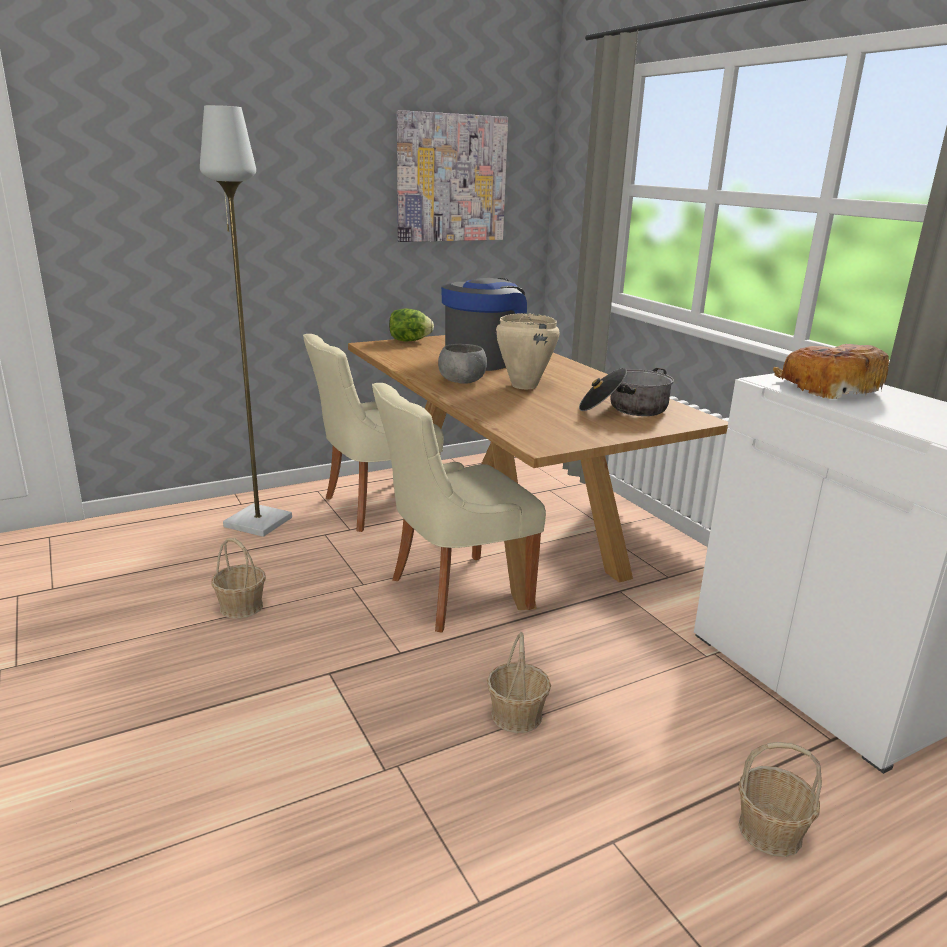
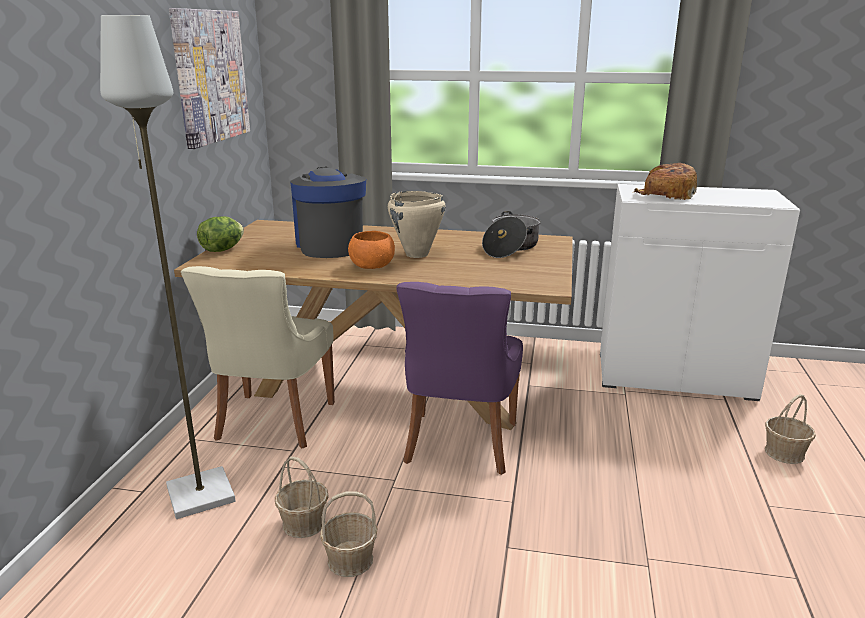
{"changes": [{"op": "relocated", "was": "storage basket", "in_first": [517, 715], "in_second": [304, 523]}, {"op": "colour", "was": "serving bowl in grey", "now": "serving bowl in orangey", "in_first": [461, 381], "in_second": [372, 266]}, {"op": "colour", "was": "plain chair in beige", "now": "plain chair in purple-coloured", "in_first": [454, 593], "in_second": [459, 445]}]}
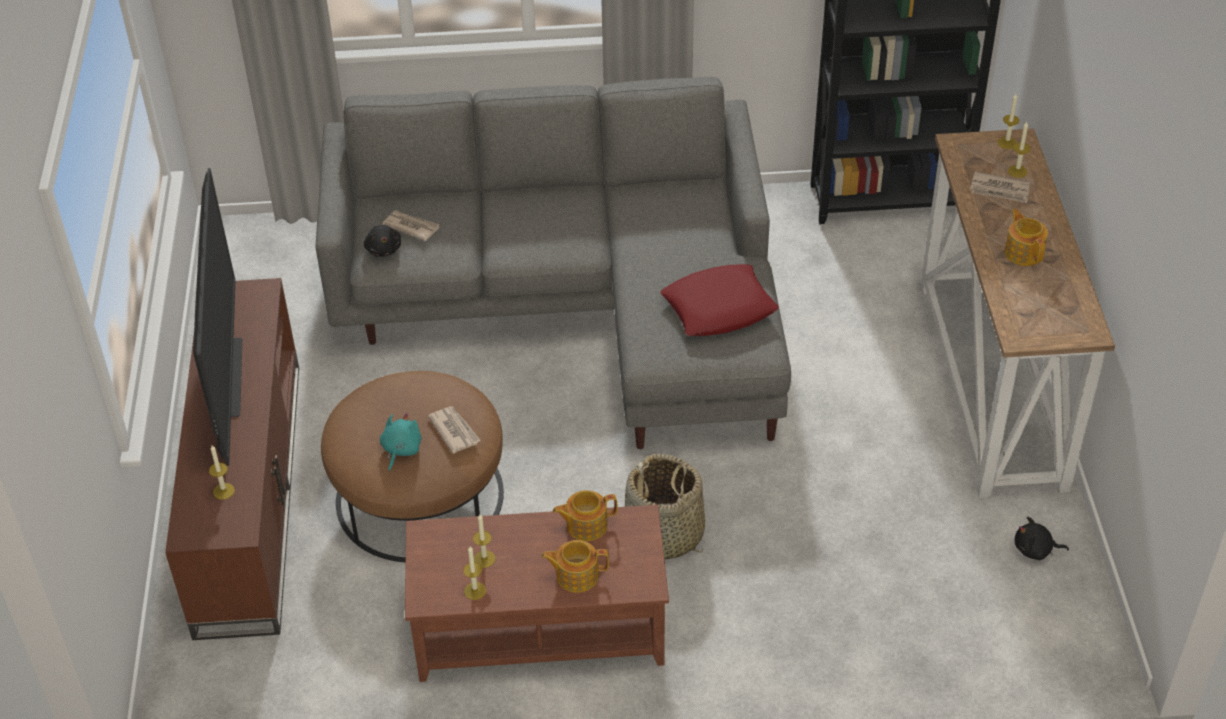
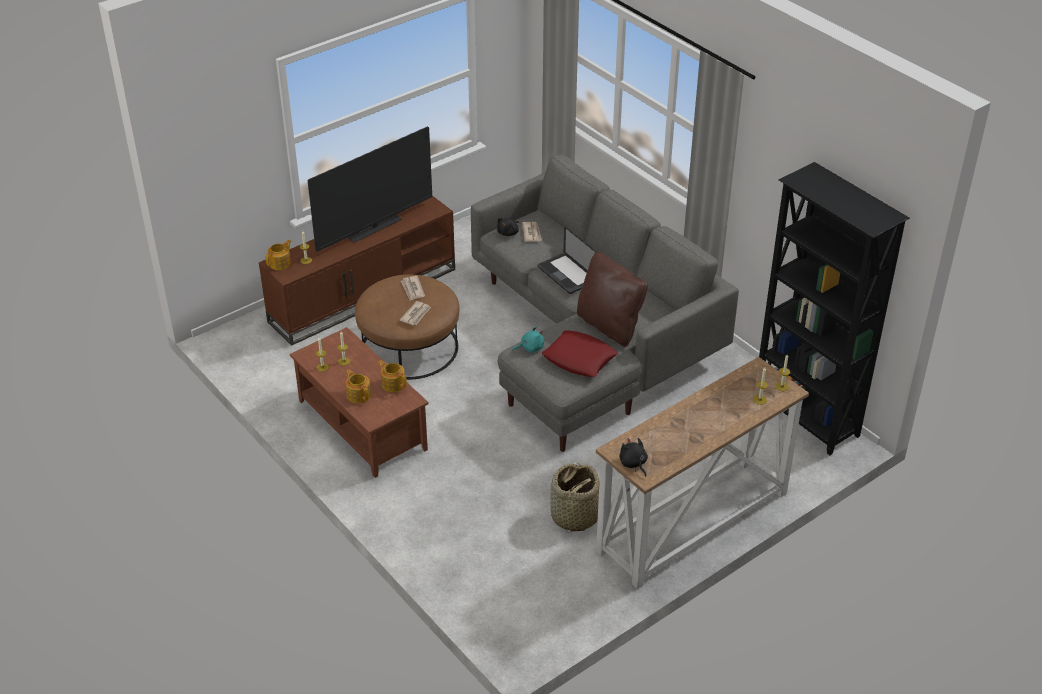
{"changes": [{"op": "relocated", "was": "tea pot", "in_first": [1024, 252], "in_second": [280, 263]}, {"op": "relocated", "was": "daily paper", "in_first": [1000, 190], "in_second": [412, 289]}, {"op": "relocated", "was": "cuddly toy in turquoise", "in_first": [401, 450], "in_second": [530, 348]}, {"op": "appeared", "now": "portable computer", "in_second": [567, 274]}, {"op": "relocated", "was": "storage basket", "in_first": [665, 534], "in_second": [574, 516]}, {"op": "appeared", "now": "pillow in brown-coloured", "in_second": [609, 326]}, {"op": "relocated", "was": "cuddly toy in blackish", "in_first": [1035, 550], "in_second": [633, 464]}]}
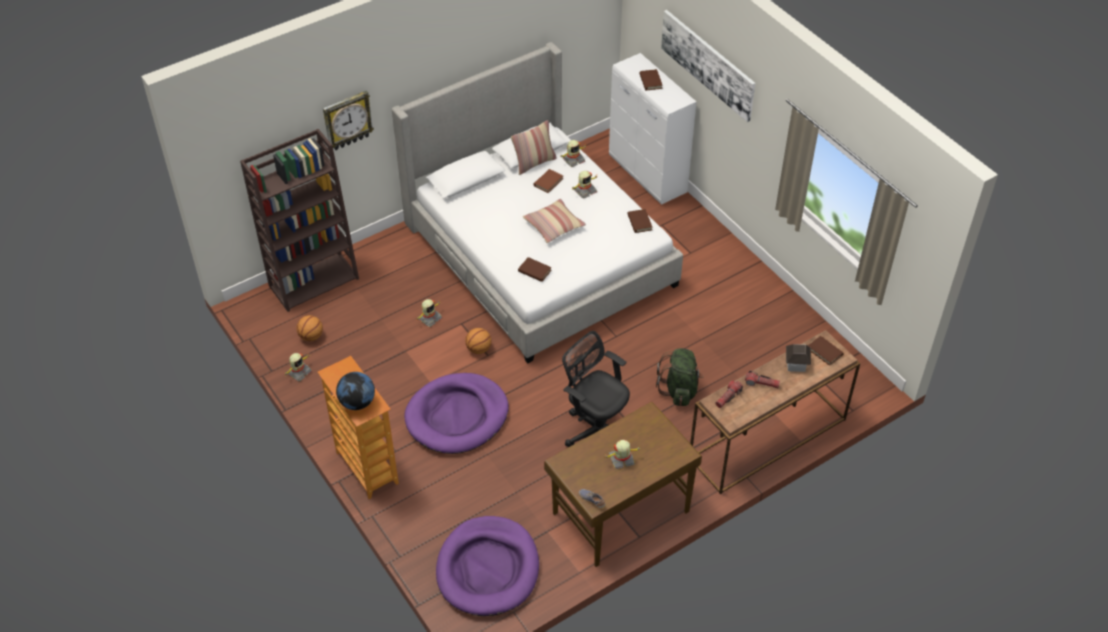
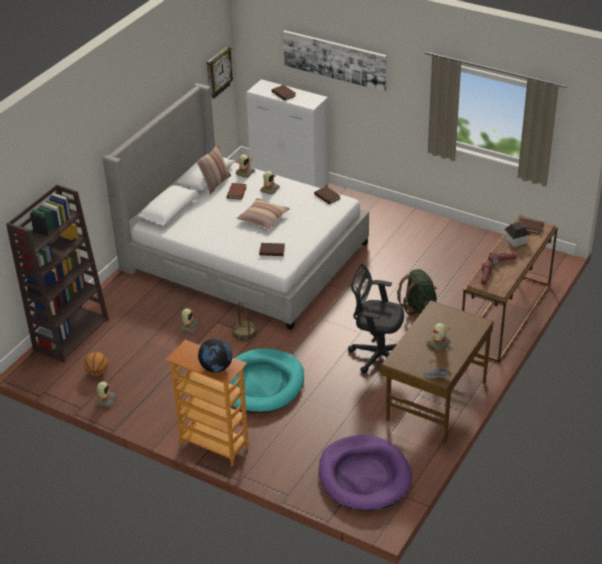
{"changes": [{"op": "relocated", "was": "hanging clock", "in_first": [347, 120], "in_second": [218, 72]}, {"op": "colour", "was": "dog cushion in purple-coloured", "now": "dog cushion in turquoise", "in_first": [457, 416], "in_second": [261, 384]}, {"op": "exchanged", "was": "basketball", "now": "storage basket", "in_first": [478, 349], "in_second": [244, 334]}]}
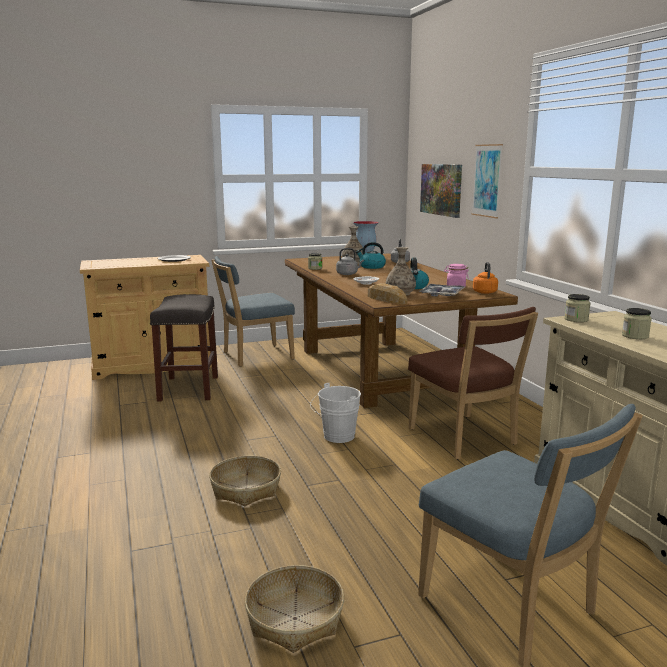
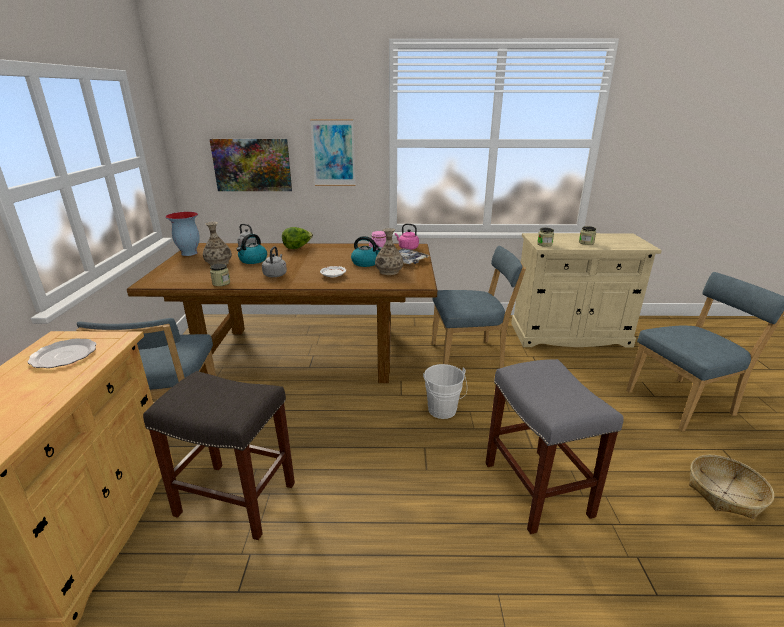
{"changes": [{"op": "appeared", "now": "head of lettuce", "in_second": [297, 247]}, {"op": "colour", "was": "kettle in orangey", "now": "kettle in pinkish", "in_first": [484, 292], "in_second": [407, 248]}, {"op": "colour", "was": "plain chair in brown-coloured", "now": "plain chair in blue", "in_first": [465, 439], "in_second": [470, 356]}, {"op": "exchanged", "was": "storage basket", "now": "sitting stool in grey", "in_first": [246, 489], "in_second": [535, 488]}, {"op": "missing", "was": "baked bread", "in_first": [386, 299]}]}
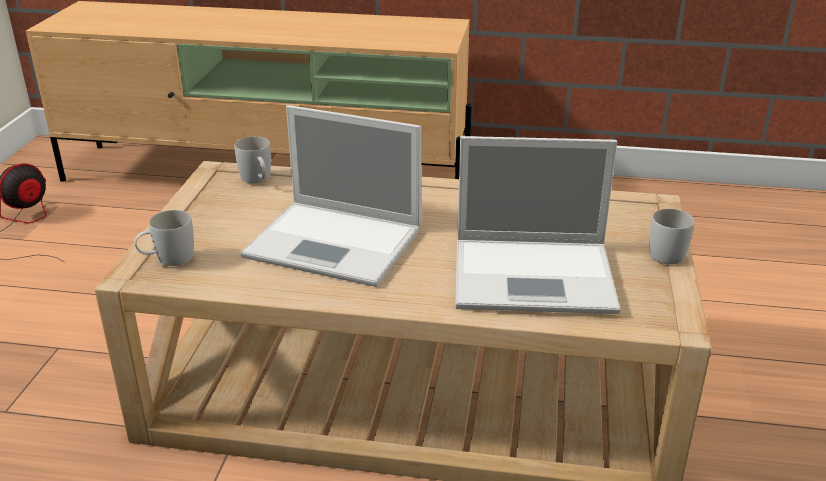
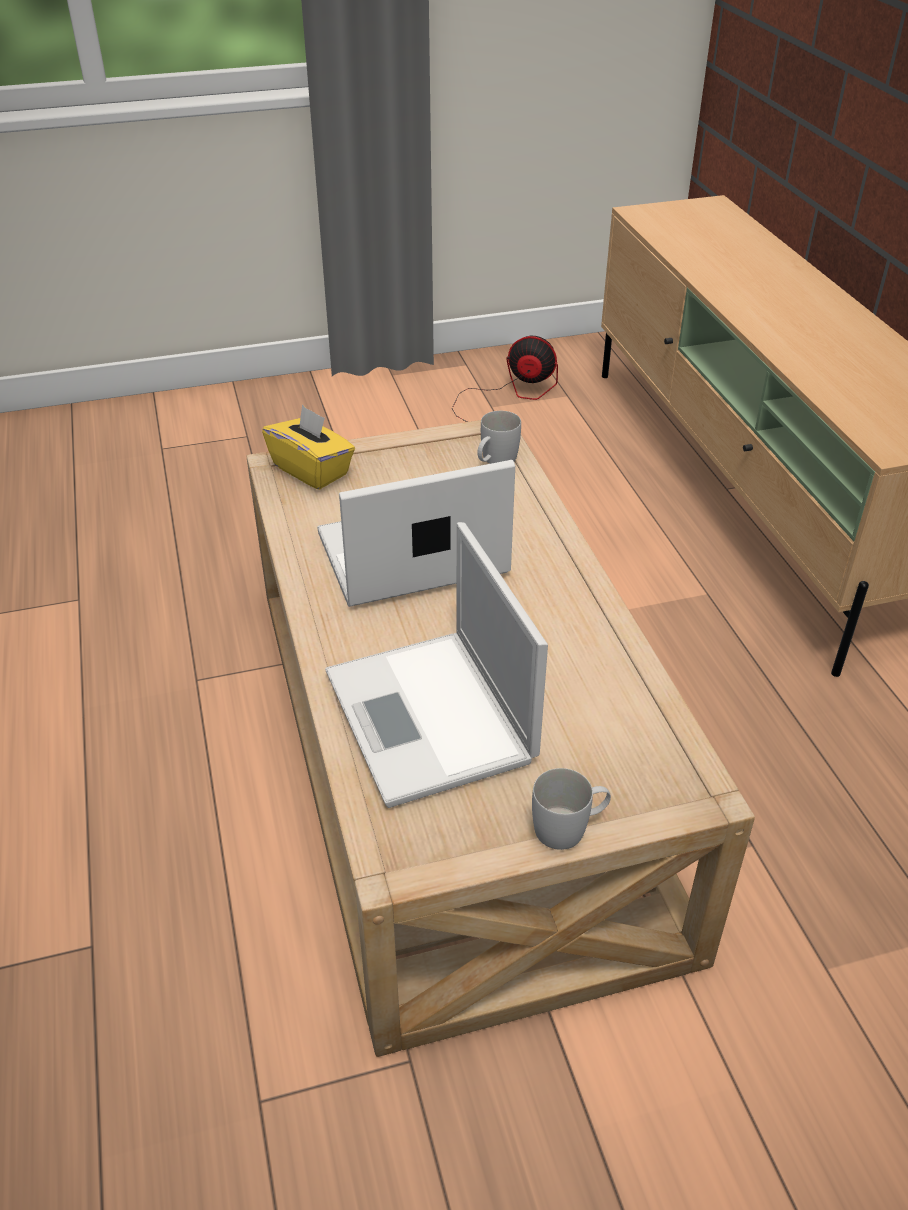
{"changes": [{"op": "exchanged", "was": "coffee mug in white-coloured", "now": "box of tissues in yellow", "in_first": [167, 259], "in_second": [312, 470]}, {"op": "spun", "was": "portable computer", "in_first": [337, 243], "in_second": [408, 555], "clockwise": 75}]}
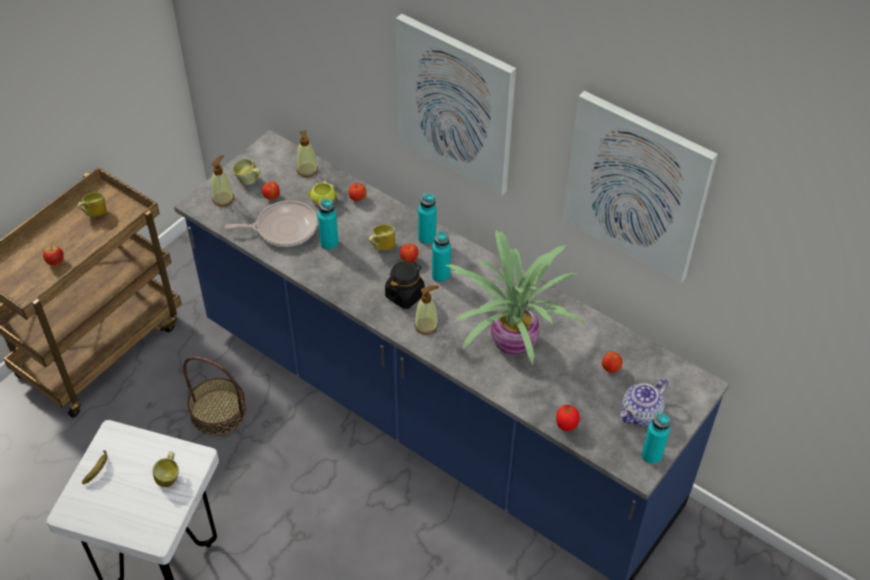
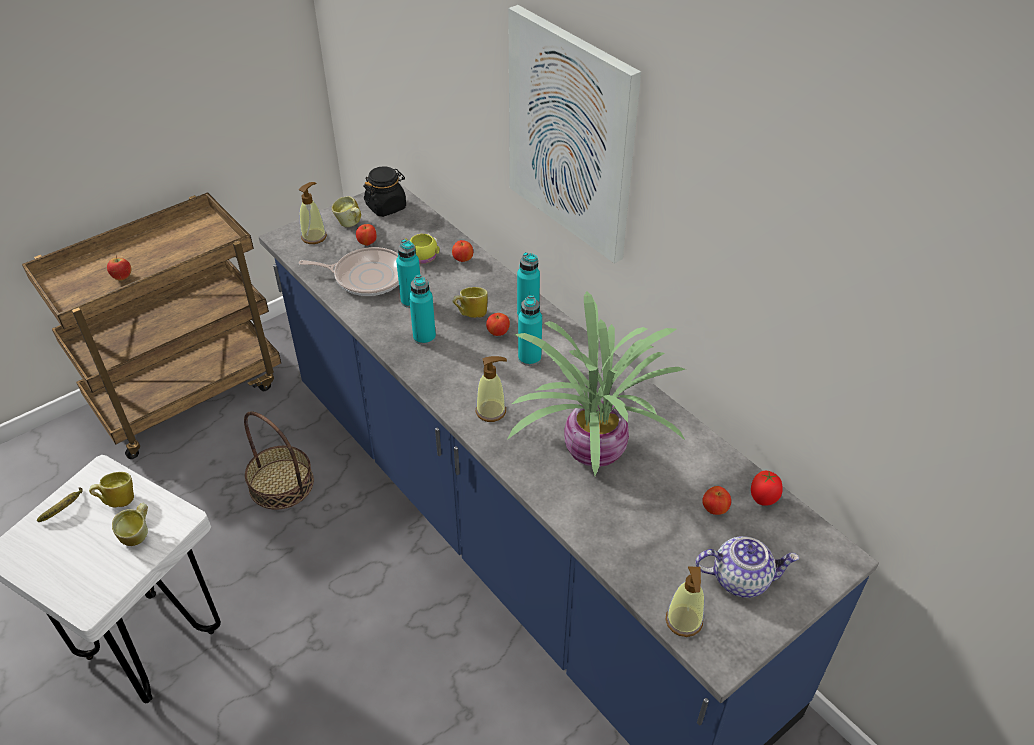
{"changes": [{"op": "relocated", "was": "coffee mug", "in_first": [94, 213], "in_second": [118, 500]}, {"op": "relocated", "was": "storage jar in blackish", "in_first": [405, 295], "in_second": [386, 207]}, {"op": "relocated", "was": "beverage bottle in turquoise", "in_first": [651, 455], "in_second": [424, 337]}, {"op": "relocated", "was": "liquid soap bottle", "in_first": [307, 170], "in_second": [684, 621]}, {"op": "spun", "was": "tea pot", "in_first": [641, 414], "in_second": [741, 578], "clockwise": -150}, {"op": "relocated", "was": "fresh tomato", "in_first": [566, 426], "in_second": [763, 499]}, {"op": "missing", "was": "wall picture", "in_first": [636, 186]}]}
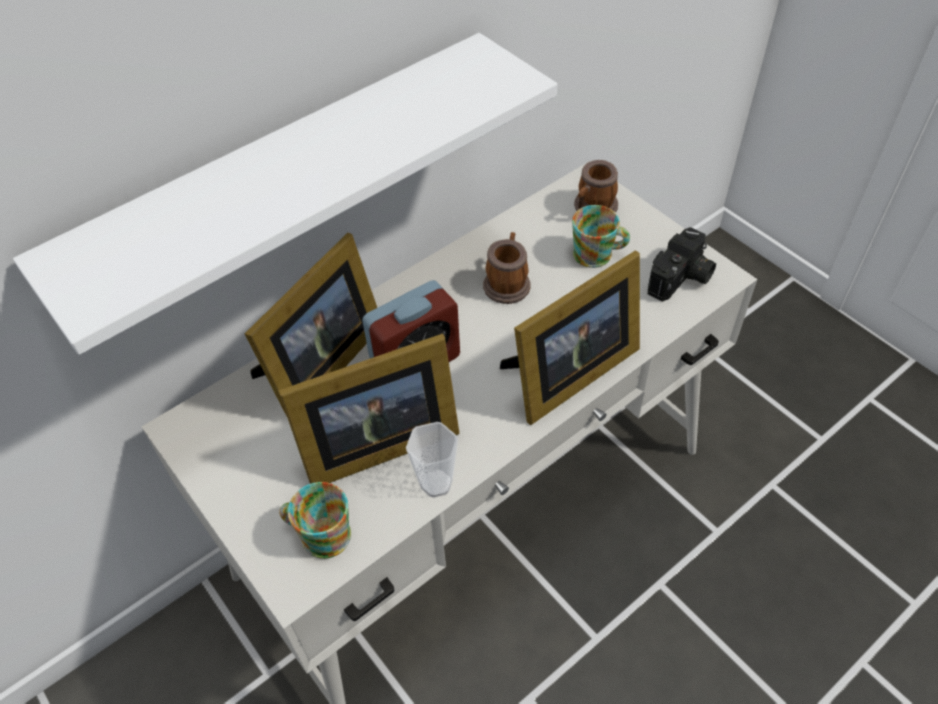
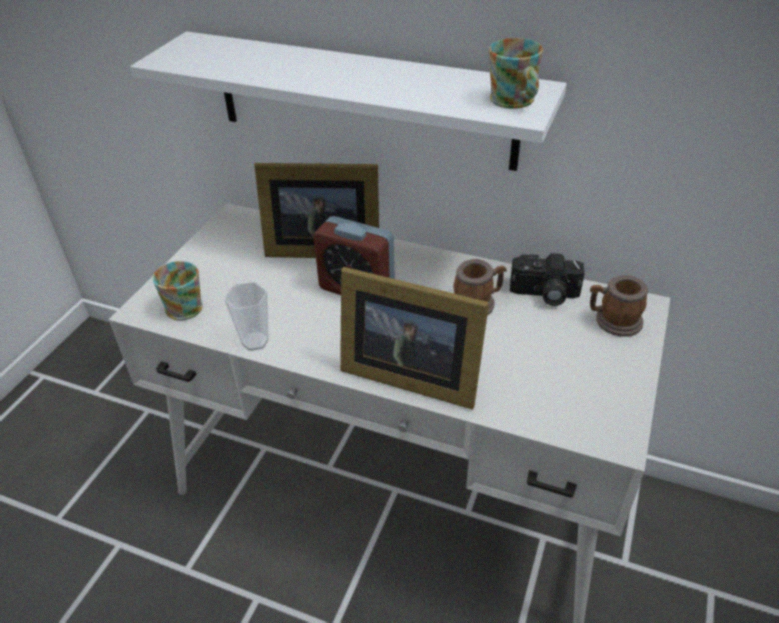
{"changes": [{"op": "relocated", "was": "coffee mug", "in_first": [598, 255], "in_second": [514, 102]}, {"op": "relocated", "was": "photo camera", "in_first": [681, 279], "in_second": [544, 294]}, {"op": "missing", "was": "photo frame", "in_first": [374, 445]}]}
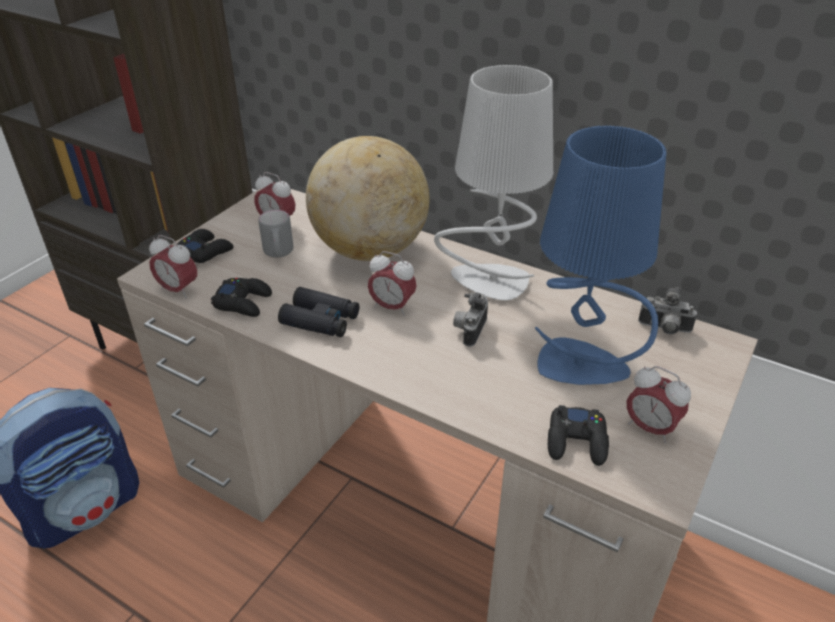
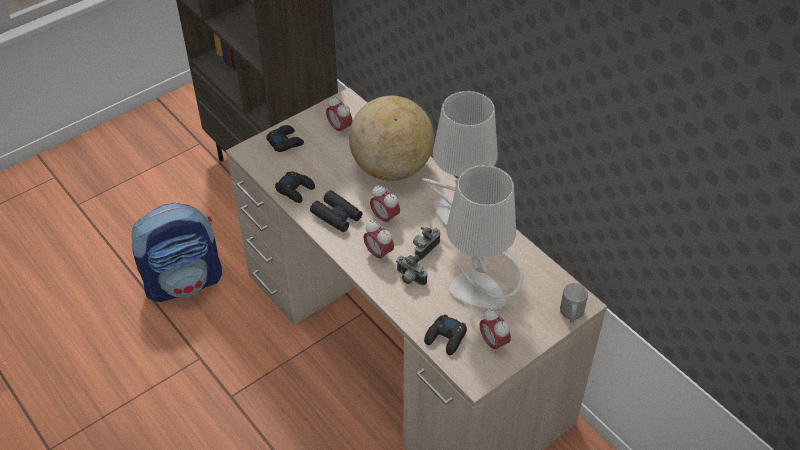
{"changes": [{"op": "relocated", "was": "bedside clock", "in_first": [178, 290], "in_second": [378, 254]}, {"op": "relocated", "was": "photo camera", "in_first": [664, 329], "in_second": [409, 278]}, {"op": "colour", "was": "table lamp in blue", "now": "table lamp in grey", "in_first": [581, 365], "in_second": [479, 292]}, {"op": "relocated", "was": "coffee mug in grey", "in_first": [278, 254], "in_second": [571, 315]}]}
